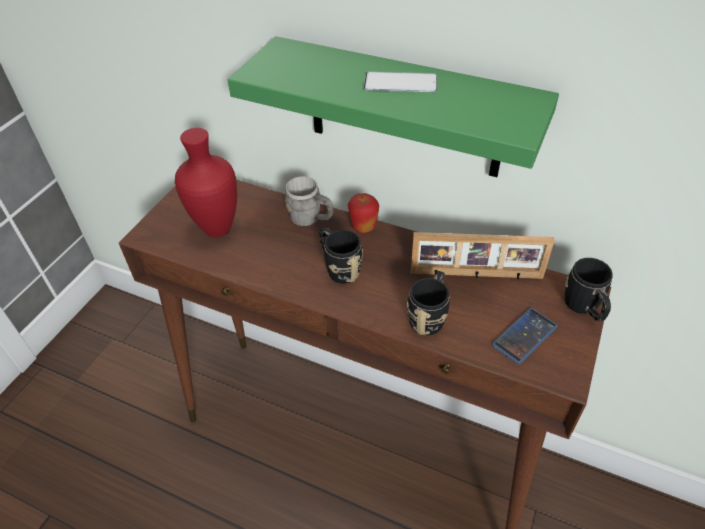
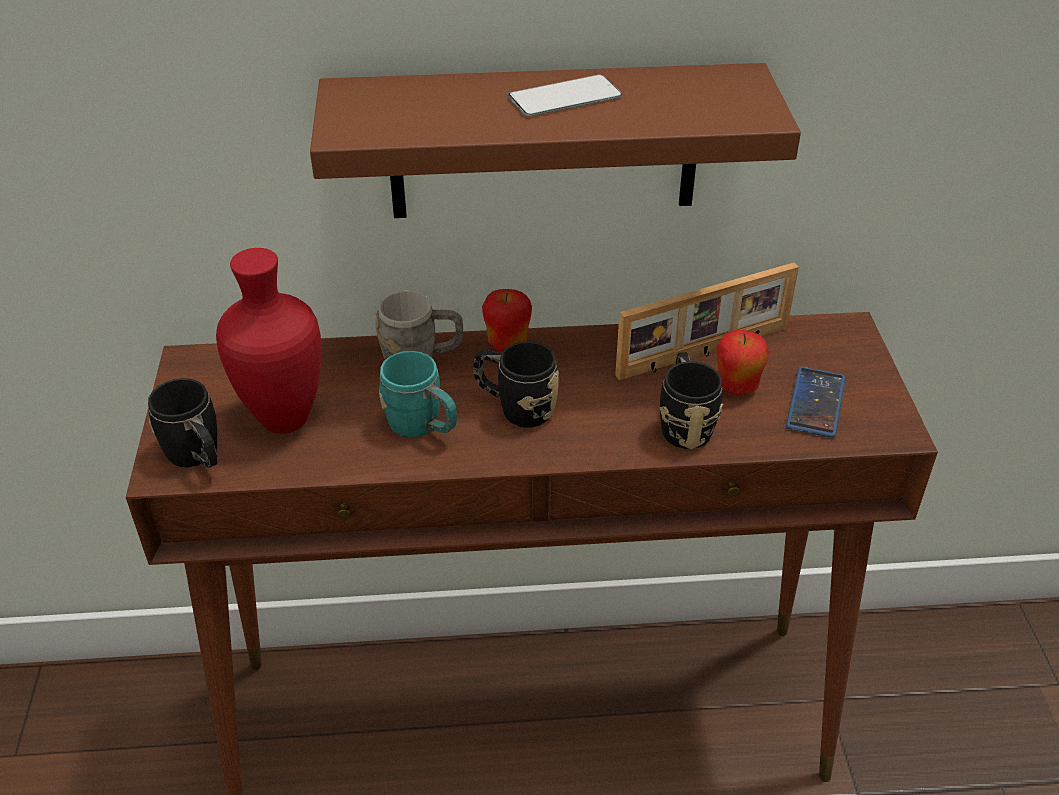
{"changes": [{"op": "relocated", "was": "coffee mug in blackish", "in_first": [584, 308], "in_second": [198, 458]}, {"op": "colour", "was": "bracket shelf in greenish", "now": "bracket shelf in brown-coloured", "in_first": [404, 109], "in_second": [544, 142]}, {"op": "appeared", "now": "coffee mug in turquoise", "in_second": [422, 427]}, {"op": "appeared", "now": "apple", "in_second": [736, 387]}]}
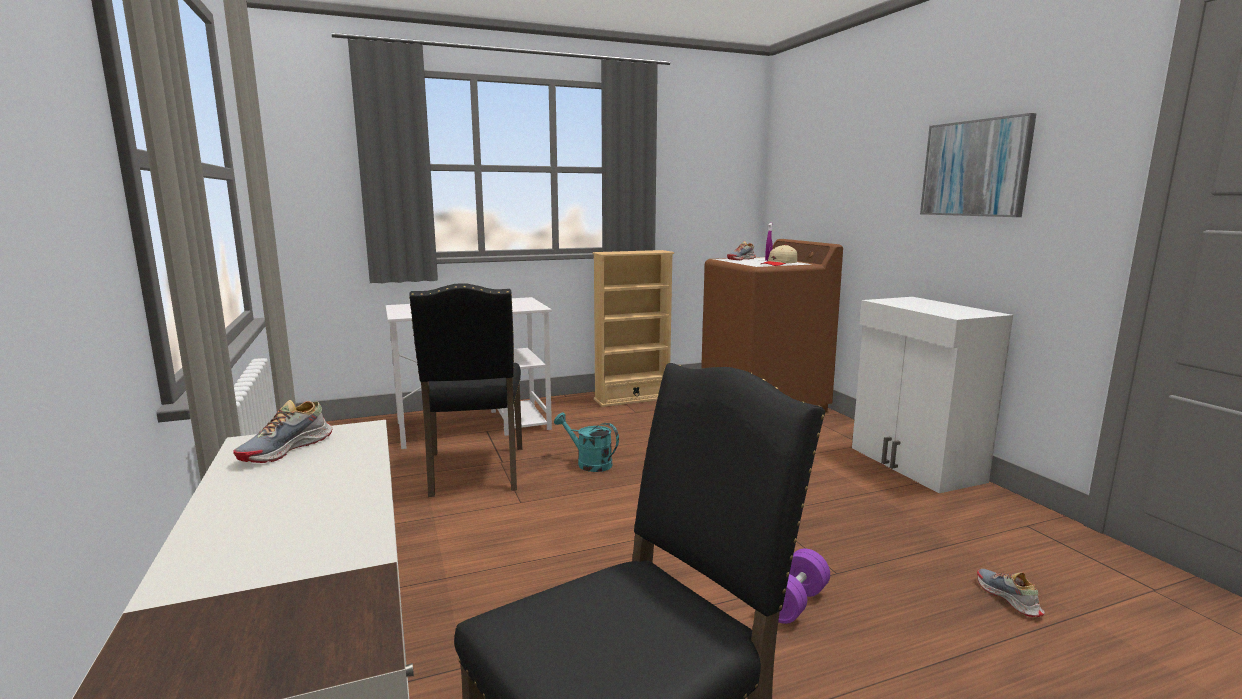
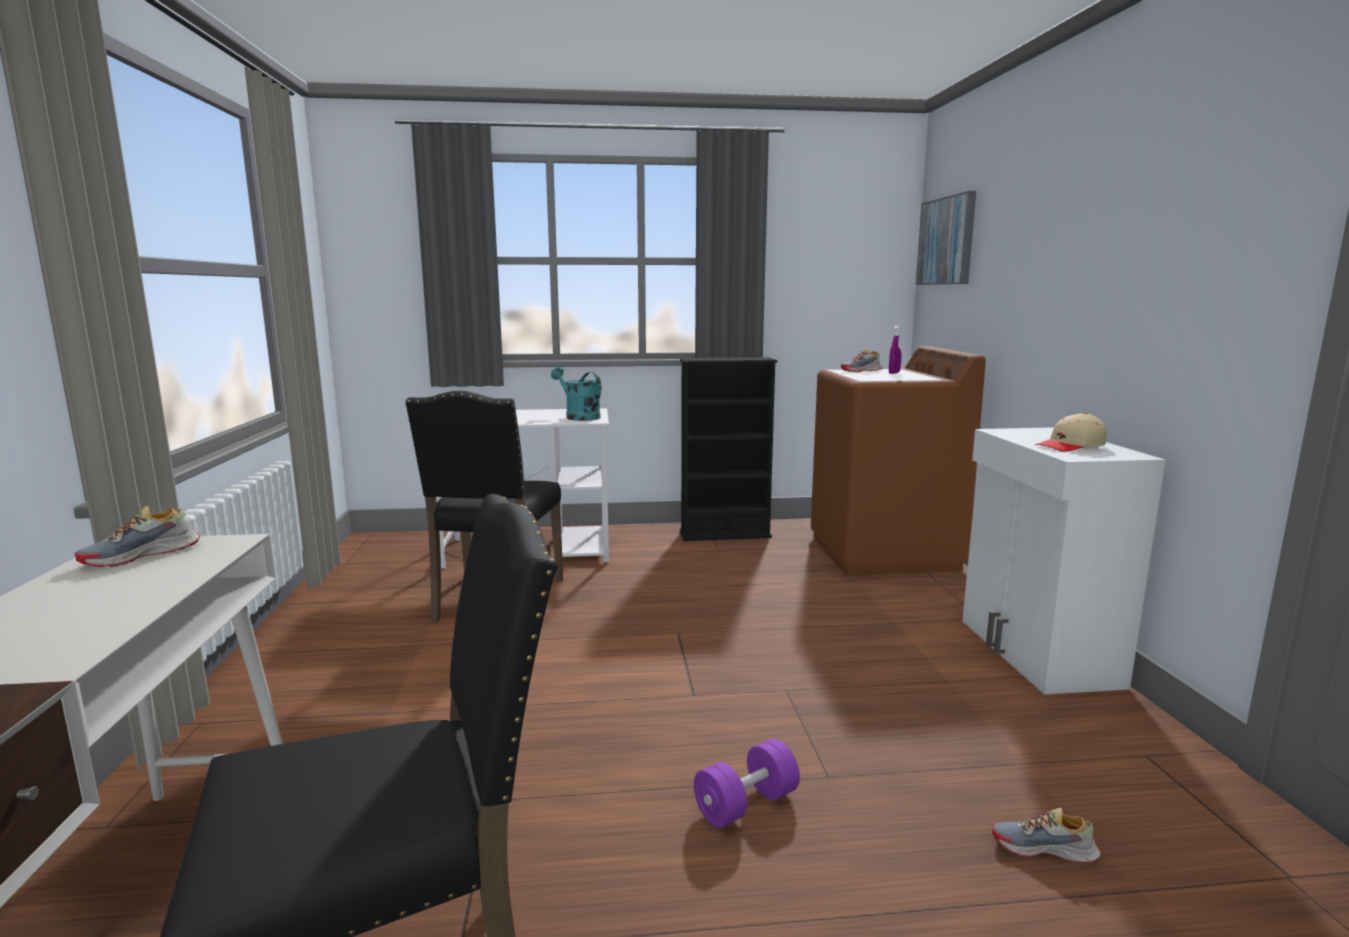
{"changes": [{"op": "relocated", "was": "sprinkling can in turquoise", "in_first": [589, 463], "in_second": [578, 416]}, {"op": "colour", "was": "shelving unit in beige", "now": "shelving unit in blackish", "in_first": [632, 399], "in_second": [725, 534]}, {"op": "relocated", "was": "wall picture", "in_first": [975, 168], "in_second": [946, 241]}, {"op": "spun", "was": "shoe", "in_first": [1008, 598], "in_second": [1044, 849], "clockwise": -75}, {"op": "relocated", "was": "cap in beige", "in_first": [779, 264], "in_second": [1071, 446]}]}
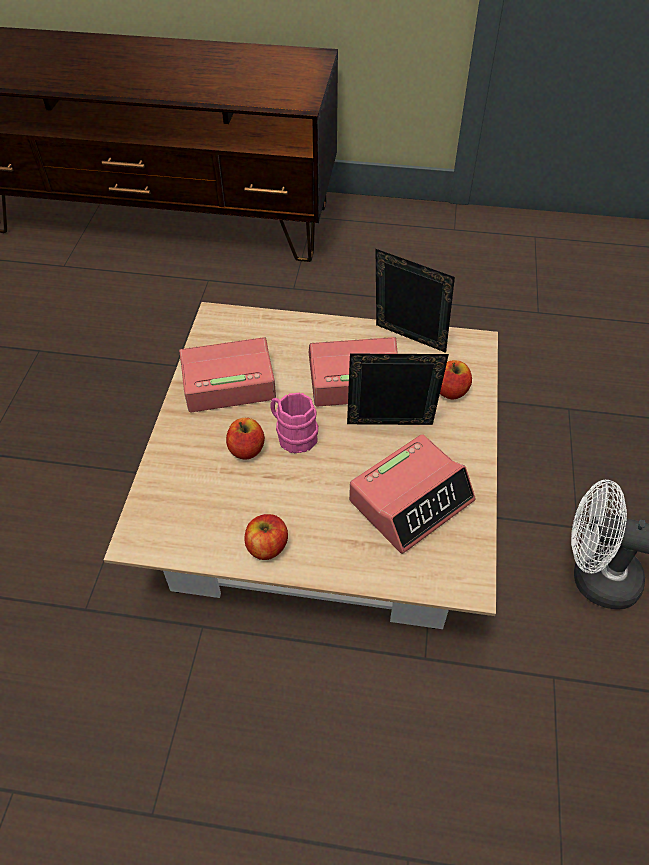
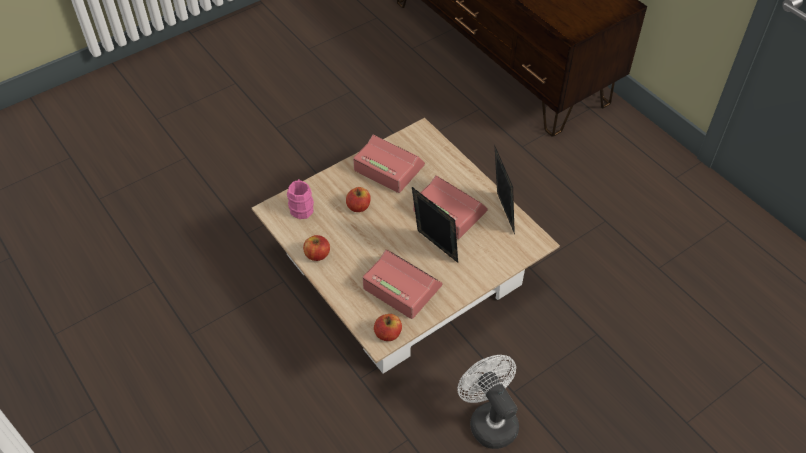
{"changes": [{"op": "relocated", "was": "coffee mug in pinkish", "in_first": [293, 435], "in_second": [301, 206]}, {"op": "spun", "was": "bedside clock", "in_first": [411, 500], "in_second": [401, 287], "clockwise": -150}, {"op": "relocated", "was": "apple", "in_first": [451, 391], "in_second": [388, 334]}]}
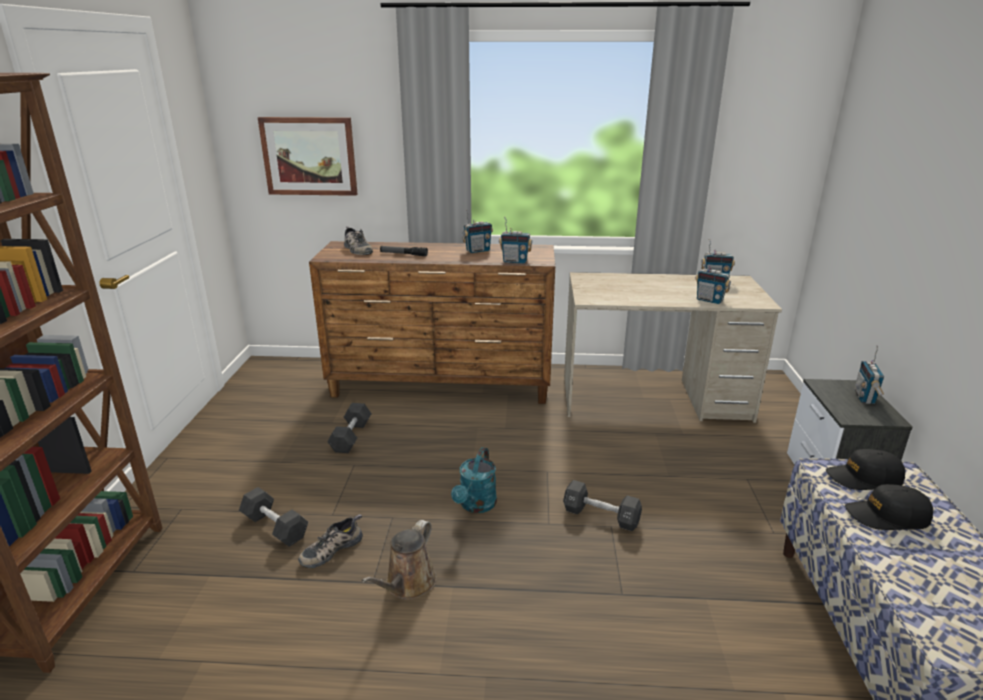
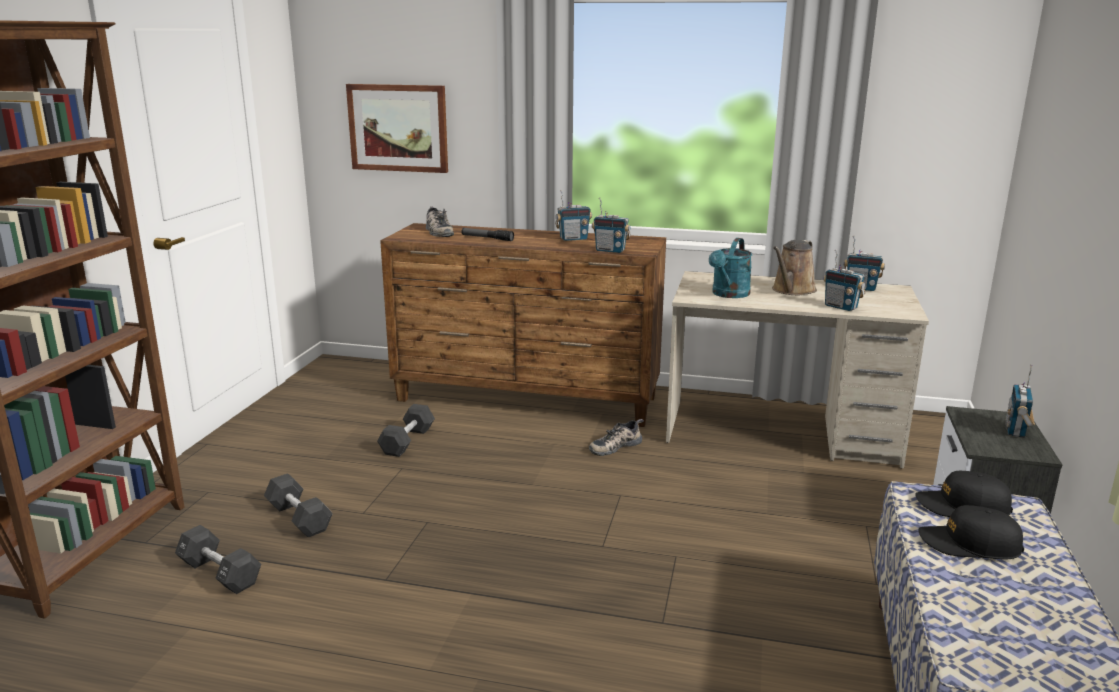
{"changes": [{"op": "relocated", "was": "hand weight in blackish", "in_first": [601, 516], "in_second": [220, 573]}, {"op": "relocated", "was": "shoe", "in_first": [331, 548], "in_second": [615, 446]}, {"op": "relocated", "was": "sprinkling can in turquoise", "in_first": [476, 506], "in_second": [728, 294]}, {"op": "relocated", "was": "sprinkling can in brown-coloured", "in_first": [408, 585], "in_second": [792, 290]}]}
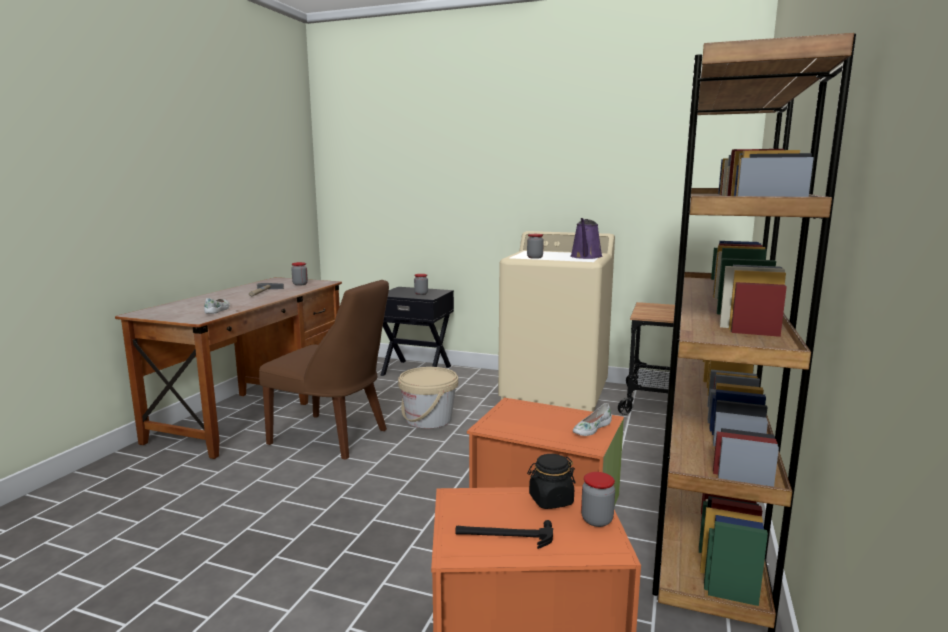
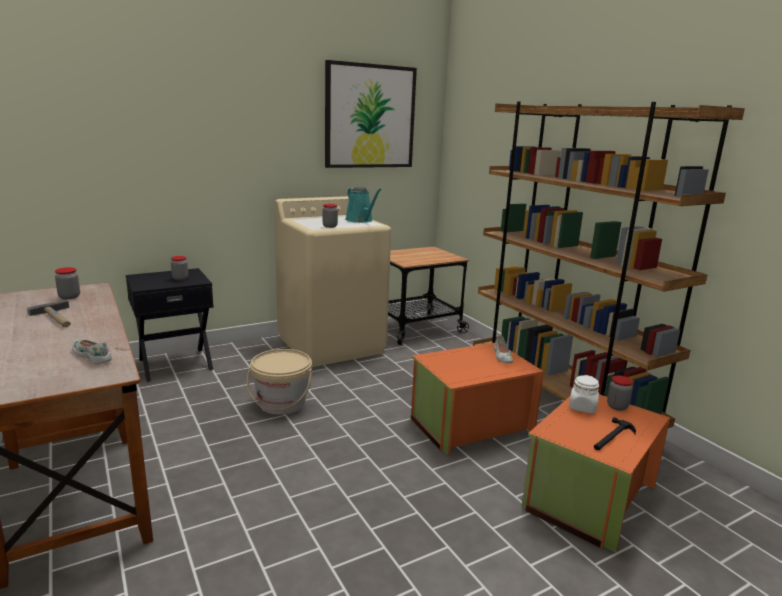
{"changes": [{"op": "appeared", "now": "wall picture", "in_second": [370, 117]}, {"op": "colour", "was": "sprinkling can in purple-coloured", "now": "sprinkling can in turquoise", "in_first": [586, 257], "in_second": [360, 220]}, {"op": "colour", "was": "storage jar in blackish", "now": "storage jar in white-coloured", "in_first": [550, 500], "in_second": [582, 407]}, {"op": "missing", "was": "plain chair in brown-coloured", "in_first": [333, 437]}]}
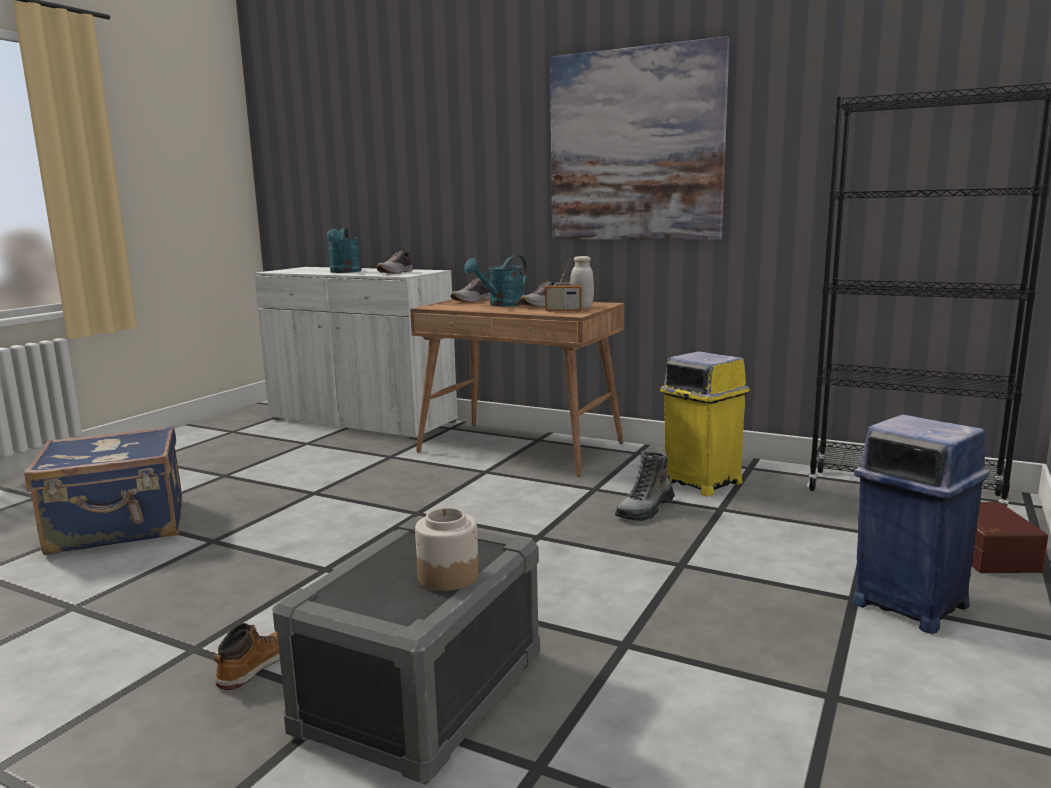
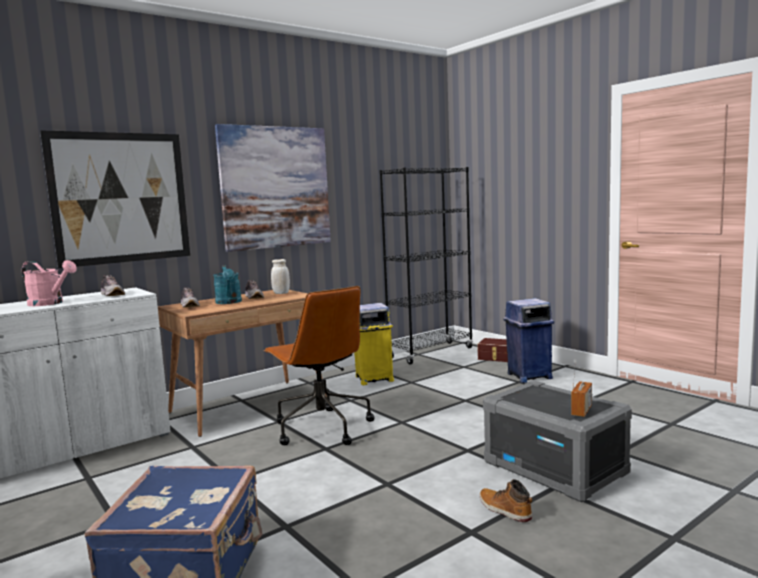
{"changes": [{"op": "colour", "was": "sprinkling can in turquoise", "now": "sprinkling can in pinkish", "in_first": [344, 272], "in_second": [50, 303]}, {"op": "appeared", "now": "wall picture", "in_second": [120, 198]}, {"op": "appeared", "now": "desk chair in brown-coloured", "in_second": [321, 428]}, {"op": "relocated", "was": "radio set", "in_first": [563, 311], "in_second": [581, 411]}, {"op": "missing", "was": "storage jar", "in_first": [448, 576]}, {"op": "missing", "was": "high-top boot", "in_first": [645, 510]}]}
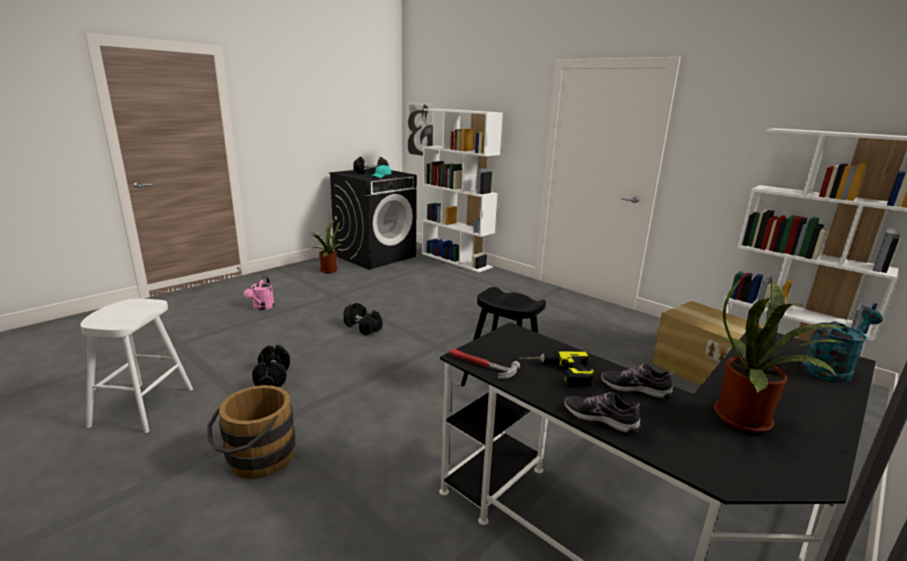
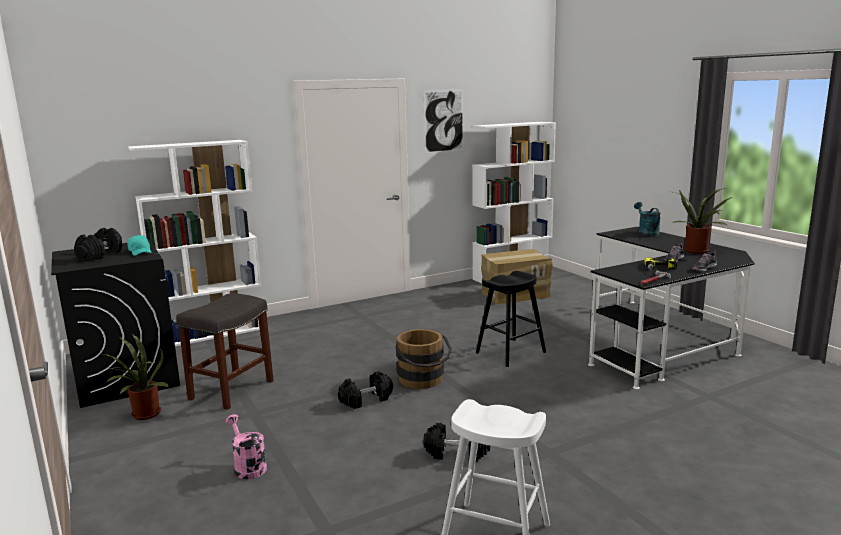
{"changes": [{"op": "appeared", "now": "sitting stool in grey", "in_second": [232, 389]}, {"op": "spun", "was": "sprinkling can in pinkish", "in_first": [262, 307], "in_second": [247, 466], "clockwise": -150}, {"op": "relocated", "was": "bucket in brown-coloured", "in_first": [255, 460], "in_second": [423, 381]}, {"op": "relocated", "was": "wall picture", "in_first": [420, 130], "in_second": [444, 121]}]}
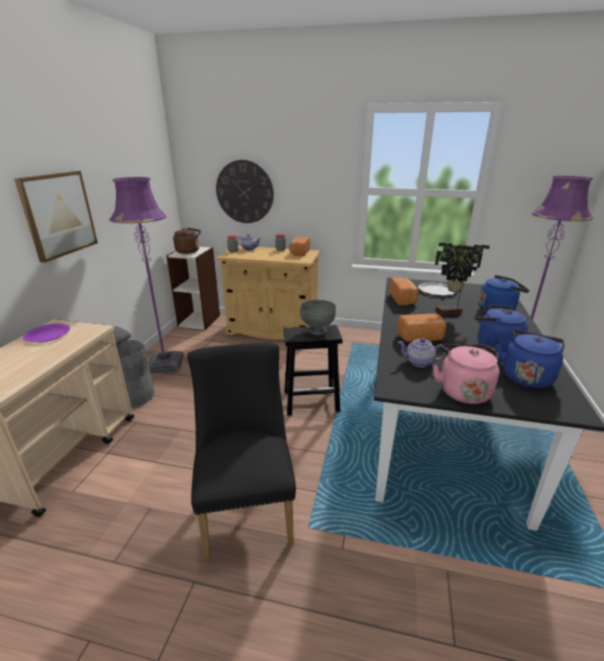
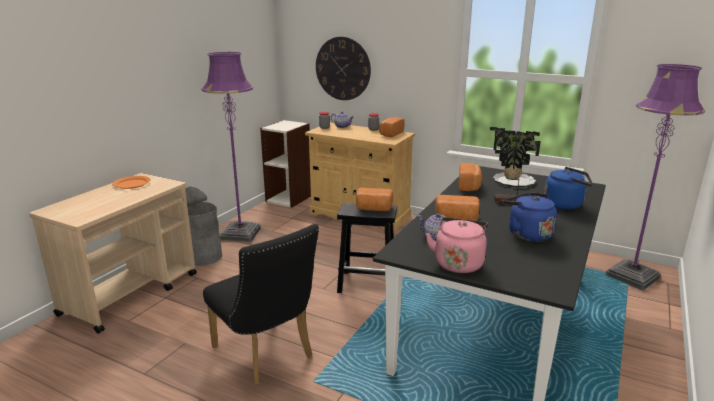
{"changes": [{"op": "colour", "was": "plate in purple-coloured", "now": "plate in orangey", "in_first": [47, 335], "in_second": [131, 184]}, {"op": "spun", "was": "plain chair in blackish", "in_first": [247, 505], "in_second": [267, 355], "clockwise": 135}, {"op": "exchanged", "was": "serving bowl in grey", "now": "baked bread", "in_first": [317, 331], "in_second": [373, 209]}, {"op": "missing", "was": "wall picture", "in_first": [58, 214]}, {"op": "missing", "was": "kettle in brown-coloured", "in_first": [189, 251]}, {"op": "missing", "was": "kettle in blue", "in_first": [526, 376]}]}
